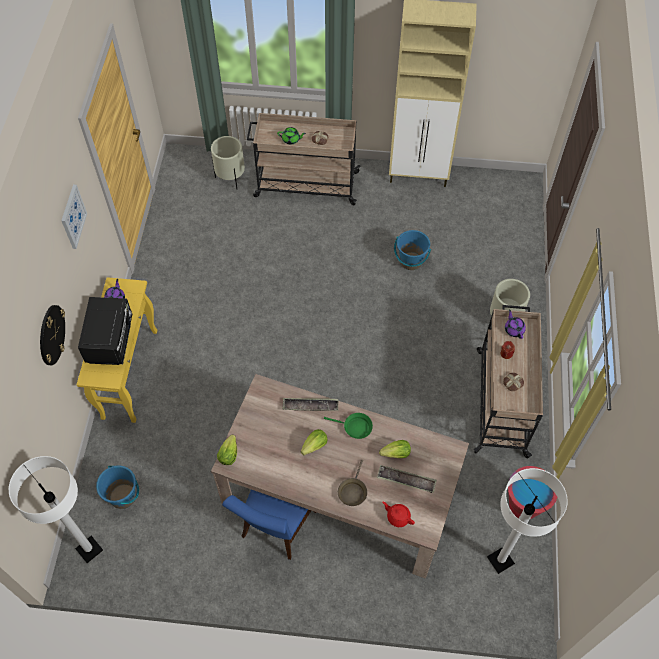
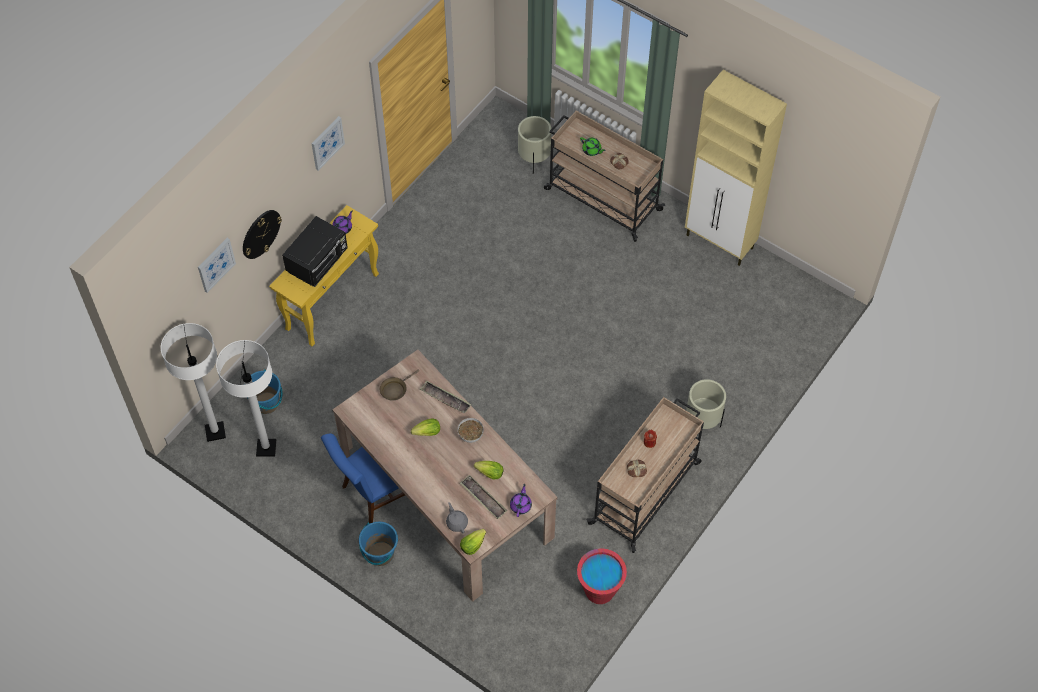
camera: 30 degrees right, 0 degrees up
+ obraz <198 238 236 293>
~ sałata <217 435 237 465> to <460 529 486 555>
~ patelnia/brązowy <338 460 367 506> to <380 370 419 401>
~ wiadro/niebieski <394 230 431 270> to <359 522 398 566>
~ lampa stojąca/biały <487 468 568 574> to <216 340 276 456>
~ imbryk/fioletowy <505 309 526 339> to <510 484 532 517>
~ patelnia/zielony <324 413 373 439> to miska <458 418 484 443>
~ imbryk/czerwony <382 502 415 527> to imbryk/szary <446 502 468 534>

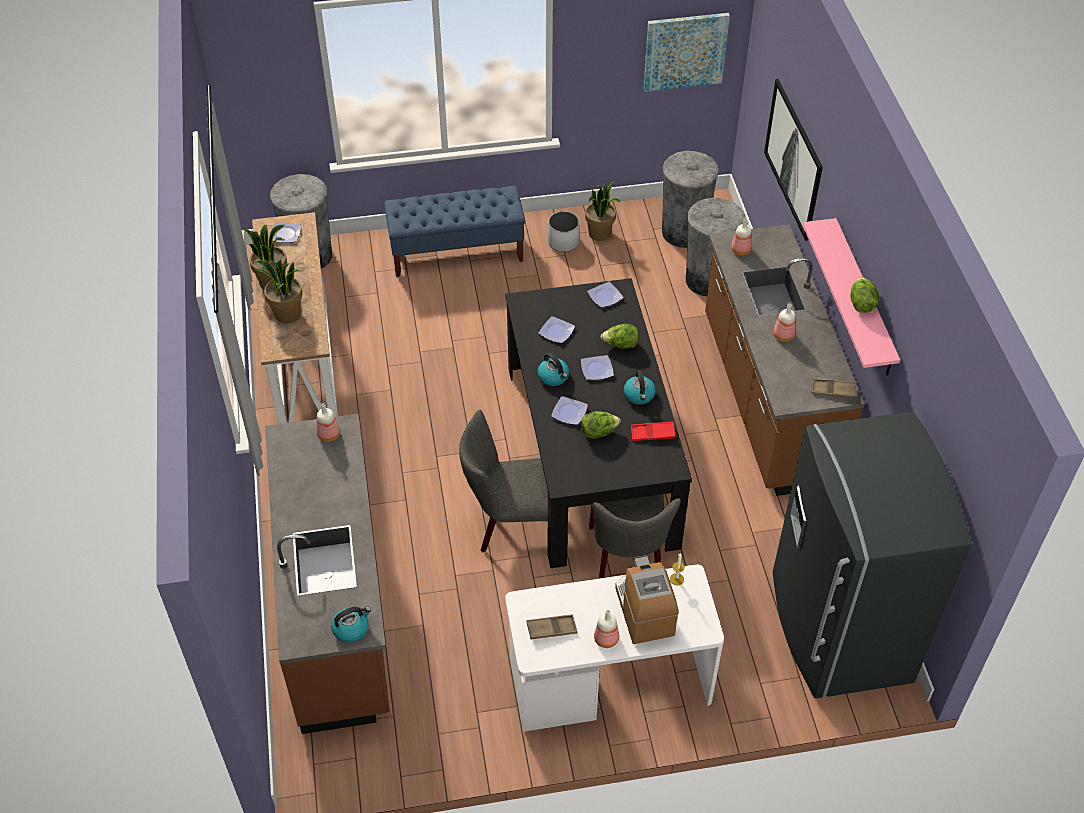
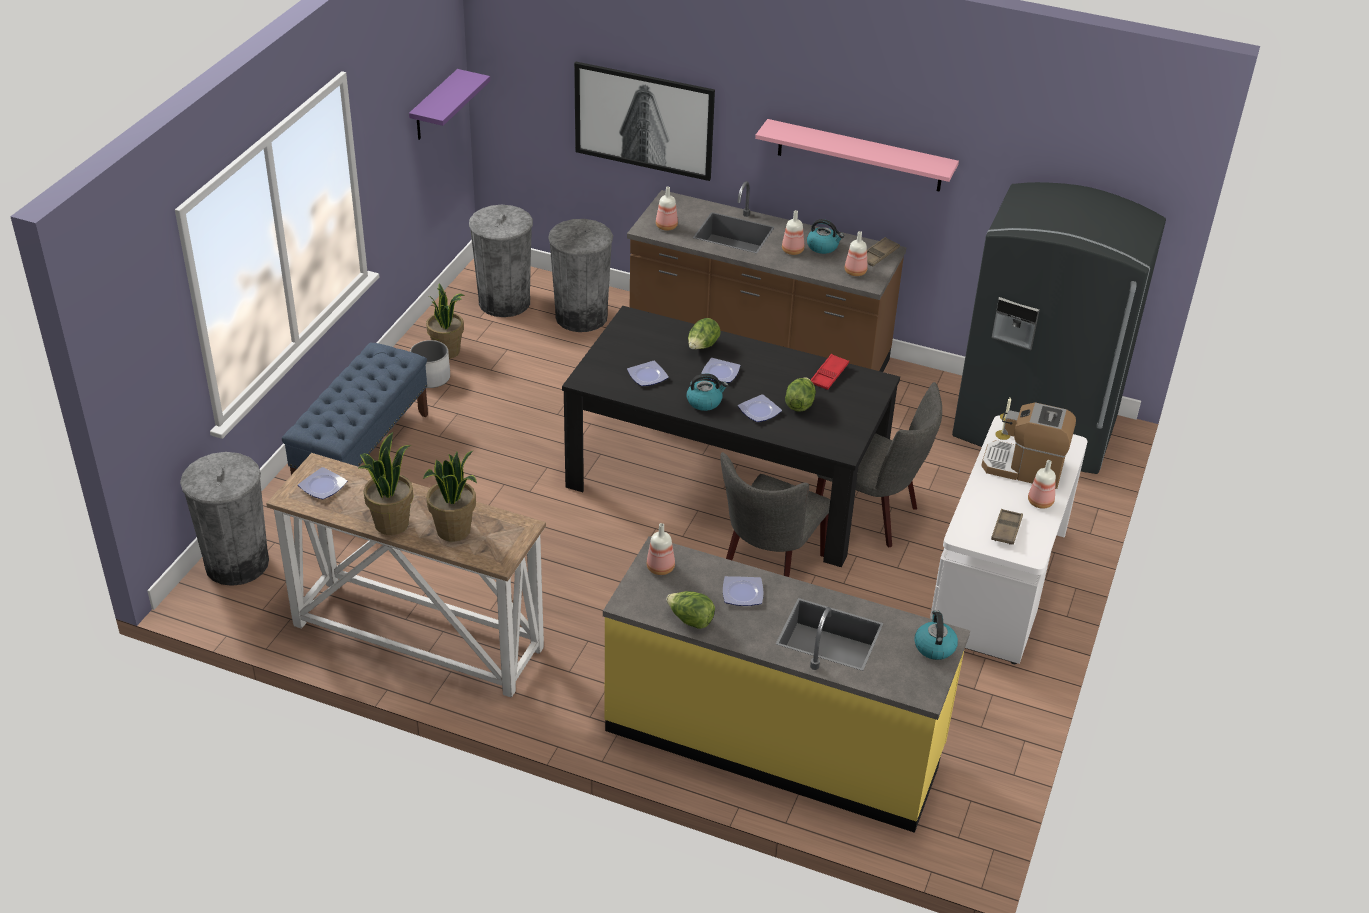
camera: 60 degrees left, 10 degrees down
+ butelka <845 231 868 276>
~ talerz <587 282 624 308> to <723 576 763 606>
~ czajnik <624 370 656 405> to <807 219 844 254>
~ sałata <850 277 879 313> to <666 591 715 629>
~ obraz <643 13 730 92> to półka/fioletowy <409 69 490 140>
~ zabudowa kuchenna/brązowy <265 414 390 734> to zabudowa kuchenna/żółty <603 536 970 833>

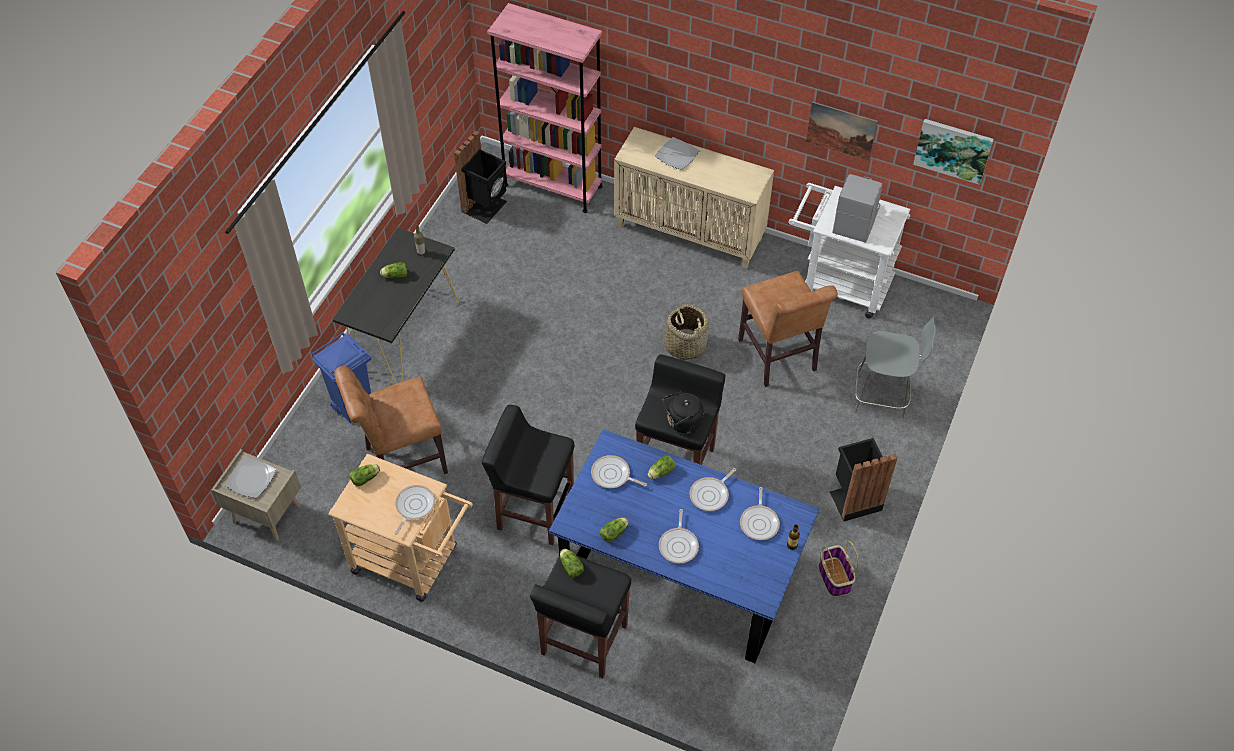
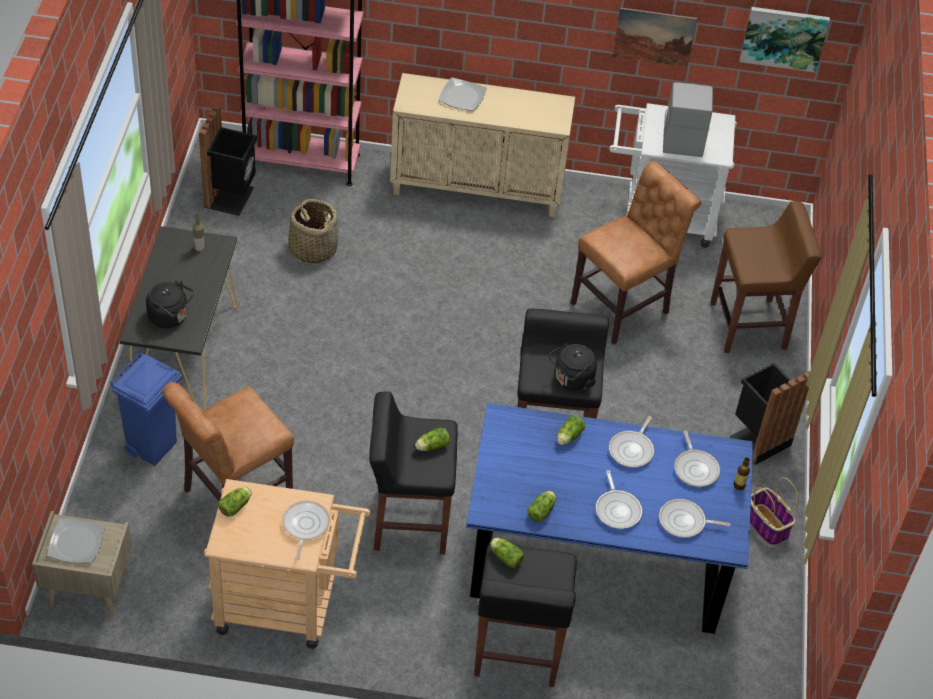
camera: 20 degrees left, 5 degrees down
+ czajnik/czarny <146 281 194 328>
~ sałata <380 262 408 278> to <415 428 450 451>
~ patelnia <591 455 647 488> to <659 499 730 538>
~ koszyk <664 304 709 360> to <288 199 339 263>
~ krzesło/szary <855 317 936 419> to stołek/brązowy <710 201 822 353>
~ krzesło/brązowy <738 271 838 387> = <571 161 701 345> 90 degrees counterclockwise

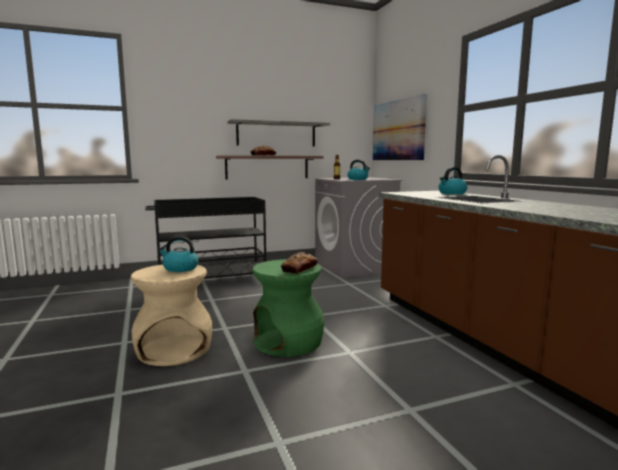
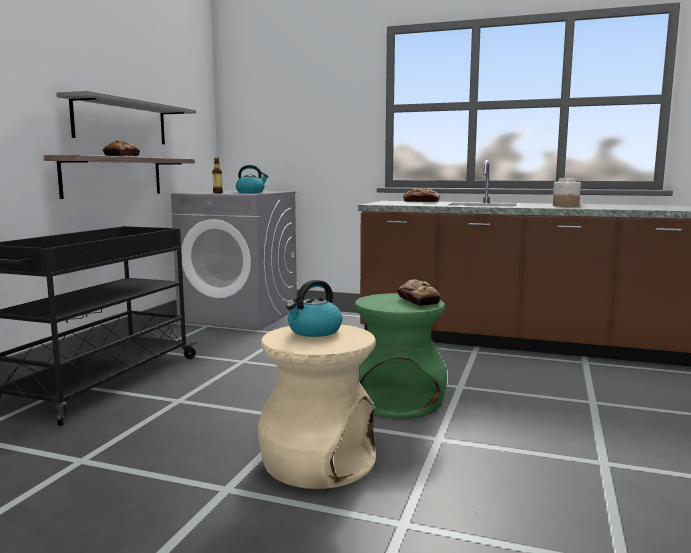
camera: 50 degrees left, 0 degrees up
- obraz <373 94 427 160>
+ słoik <553 178 581 207>
~ czajnik <438 167 467 194> to chleb <403 188 440 202>

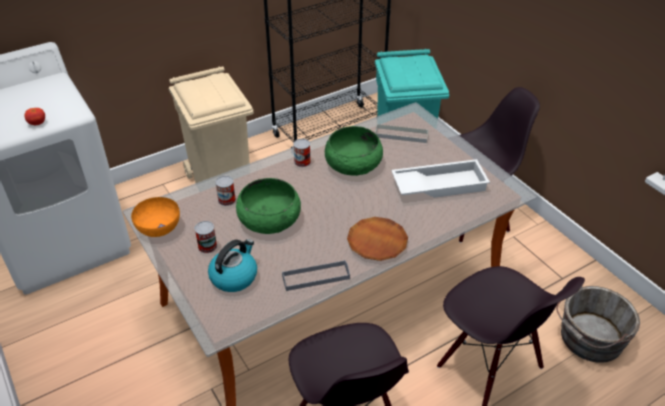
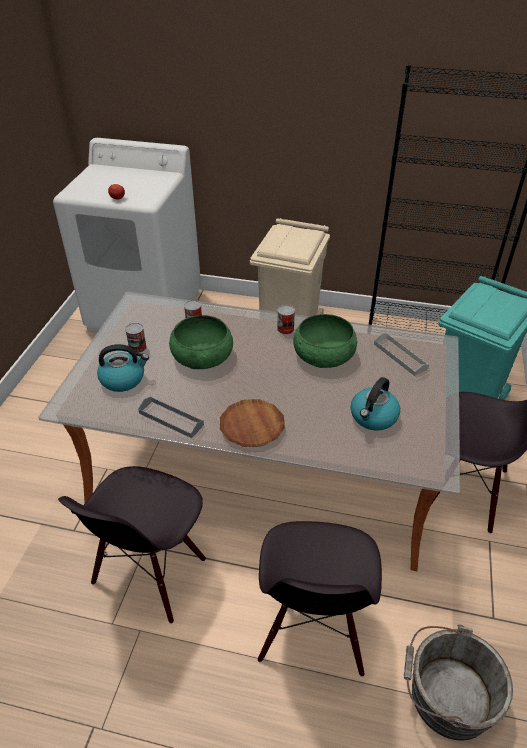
camera: 45 degrees right, 0 degrees up
- miska/pomarańczowy <131 197 180 237>
~ taca/biały <391 159 490 198> to czajnik <351 377 400 431>

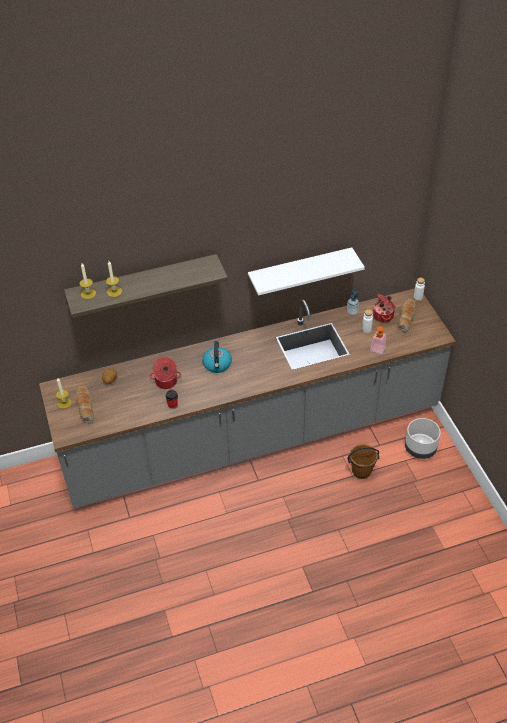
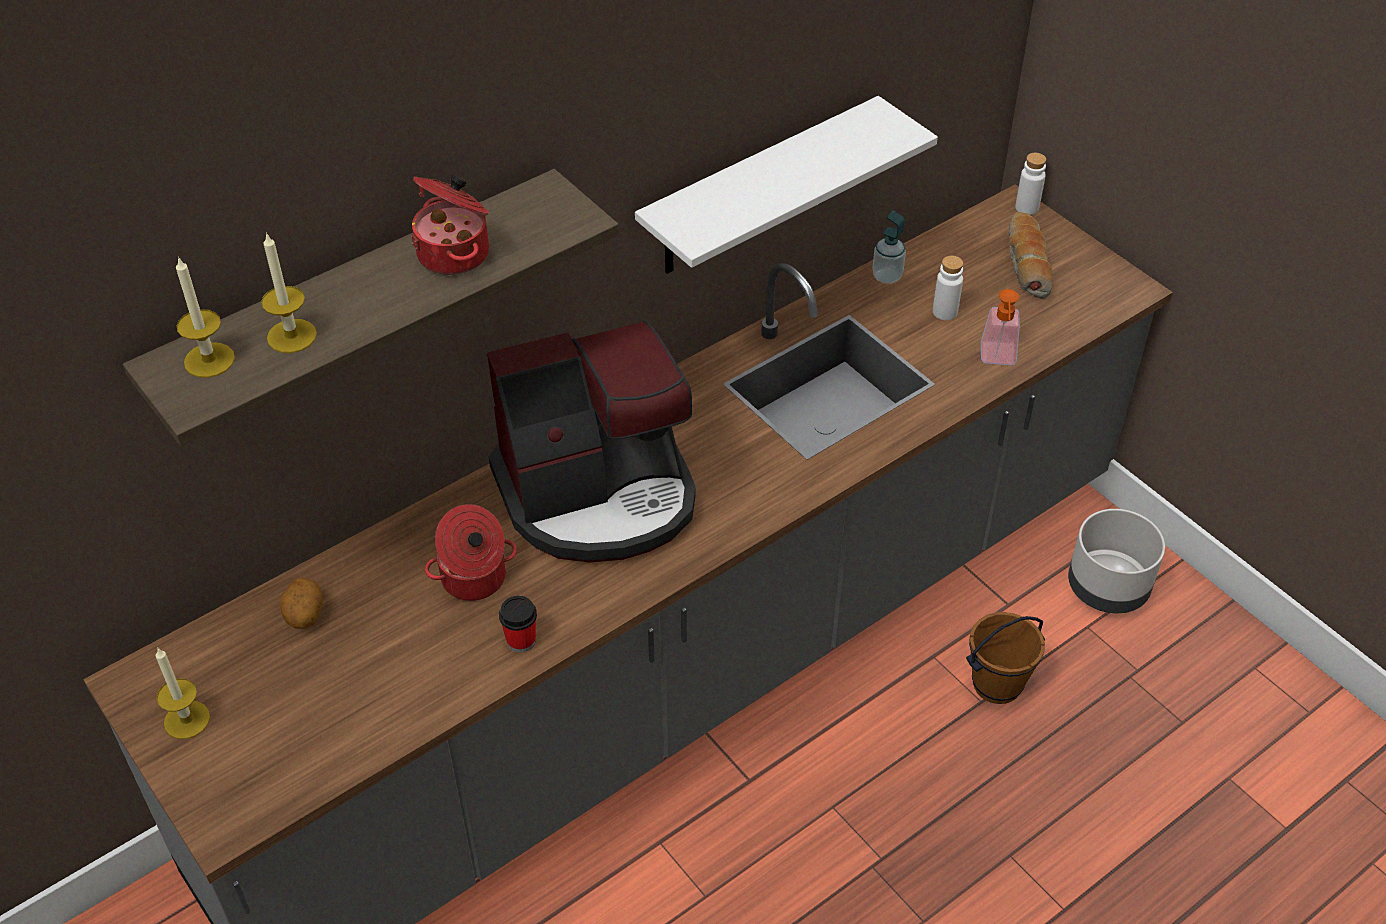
camera: 20 degrees left, 0 degrees up
- chleb <76 386 94 424>
~ garnek <373 294 396 323> to <411 175 489 275>
~ czajnik <202 341 232 373> to ekspres do kawy <487 321 696 563>

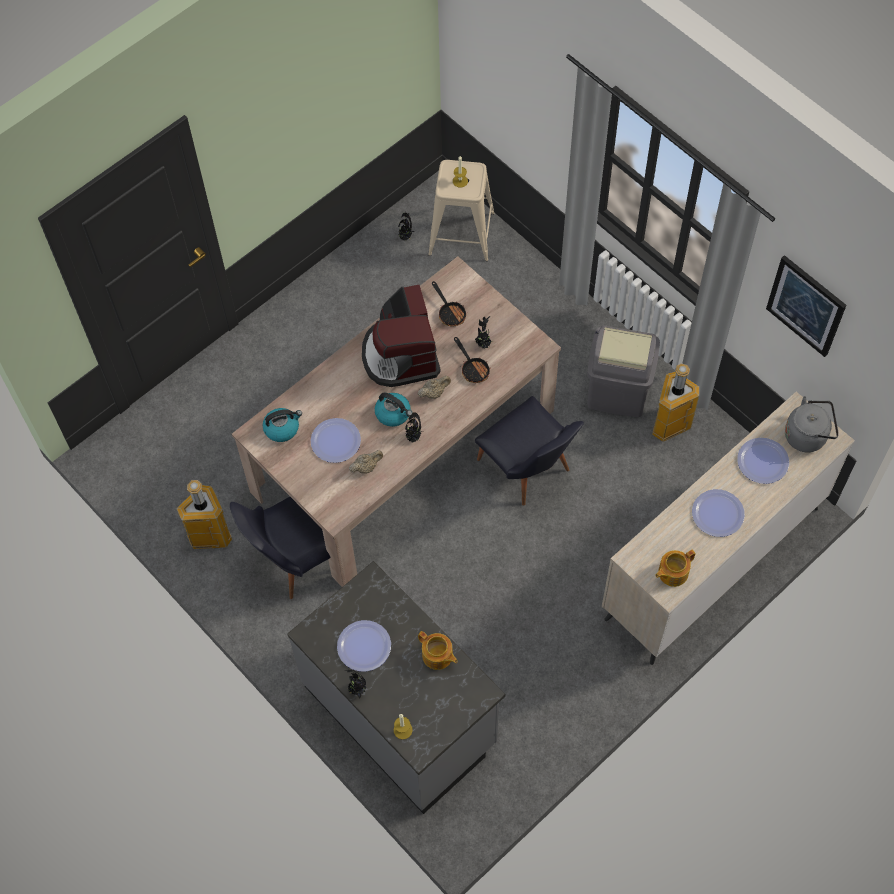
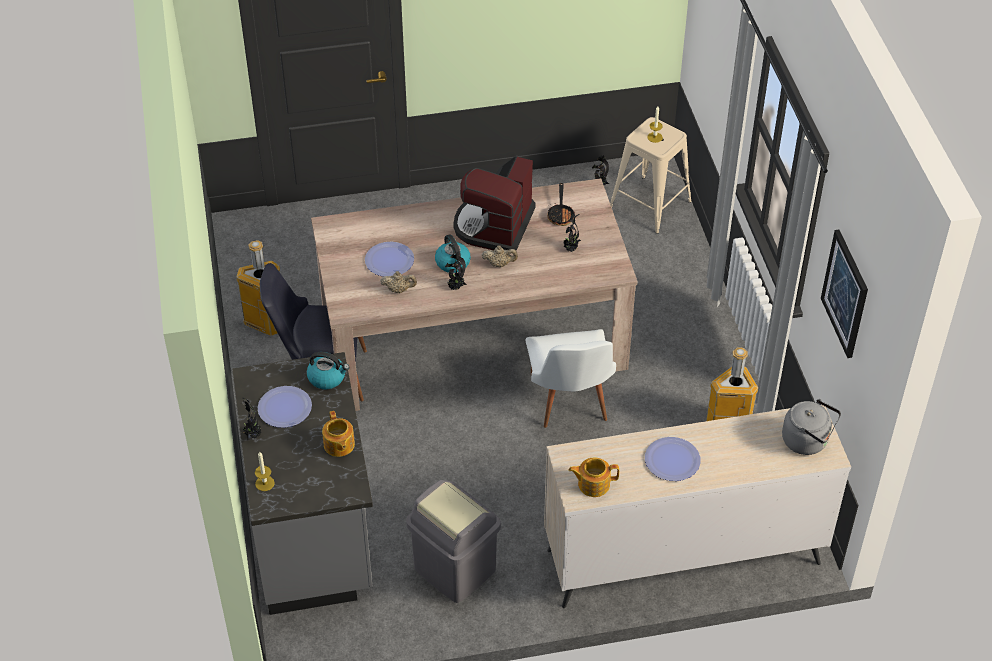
camera: 30 degrees right, 15 degrees down
- patelnia <454 337 490 383>
- talerz <737 438 789 484>
~ czajnik <263 408 302 442> to <307 352 349 389>
~ kosz na śmieci/szary <587 325 660 417> to <406 480 501 603>
~ krzesło/czarny <475 396 584 506> to krzesło/biały <526 329 616 428>

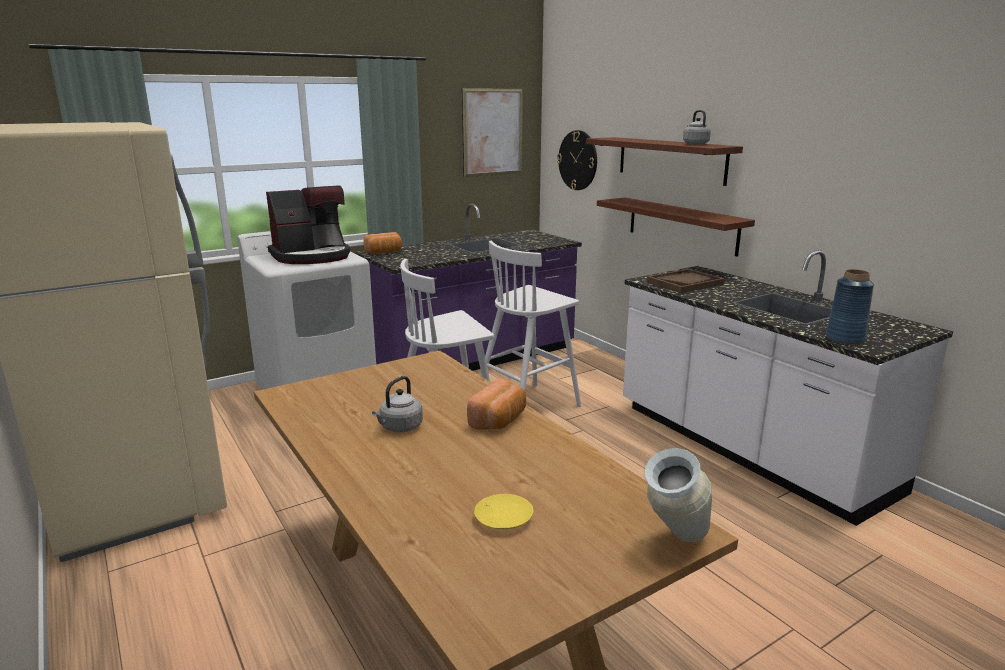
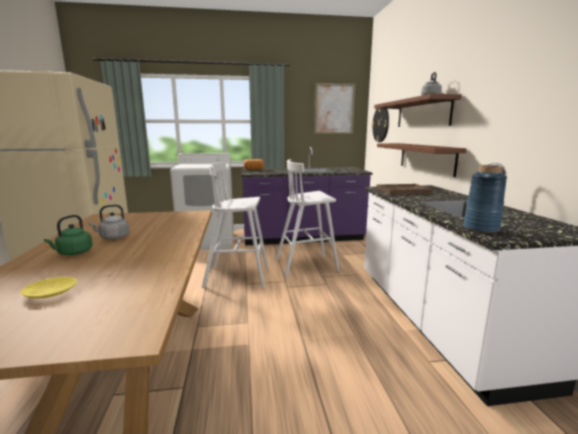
camera: 25 degrees right, 5 degrees down
- ekspres do kawy <266 186 350 264>
- chleb <467 378 526 430>
- wazon <645 448 712 542>
+ czajnik/zielony <44 215 93 255>

